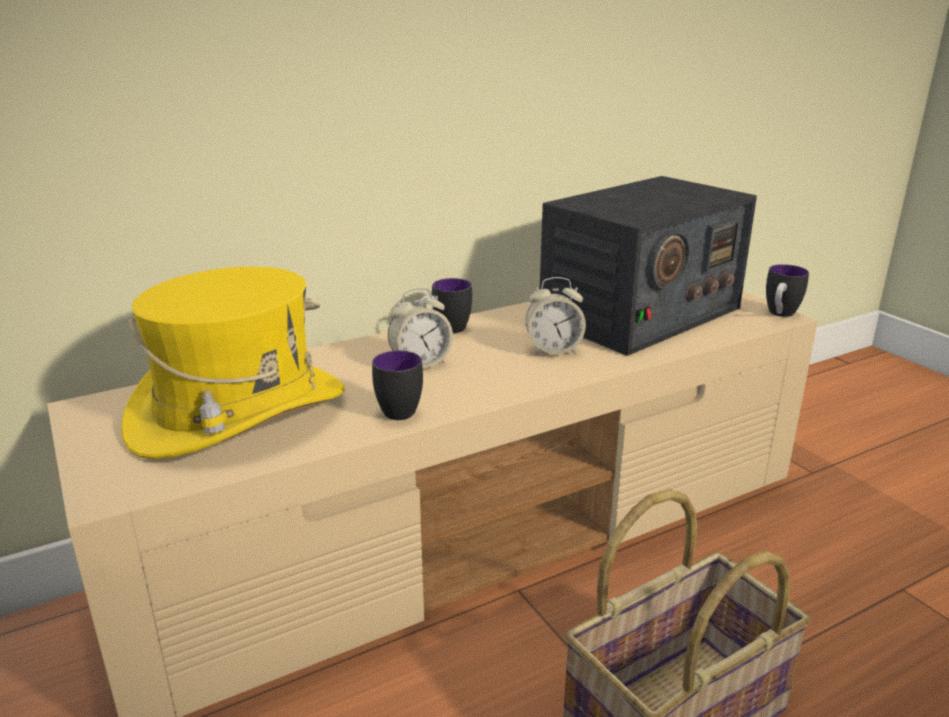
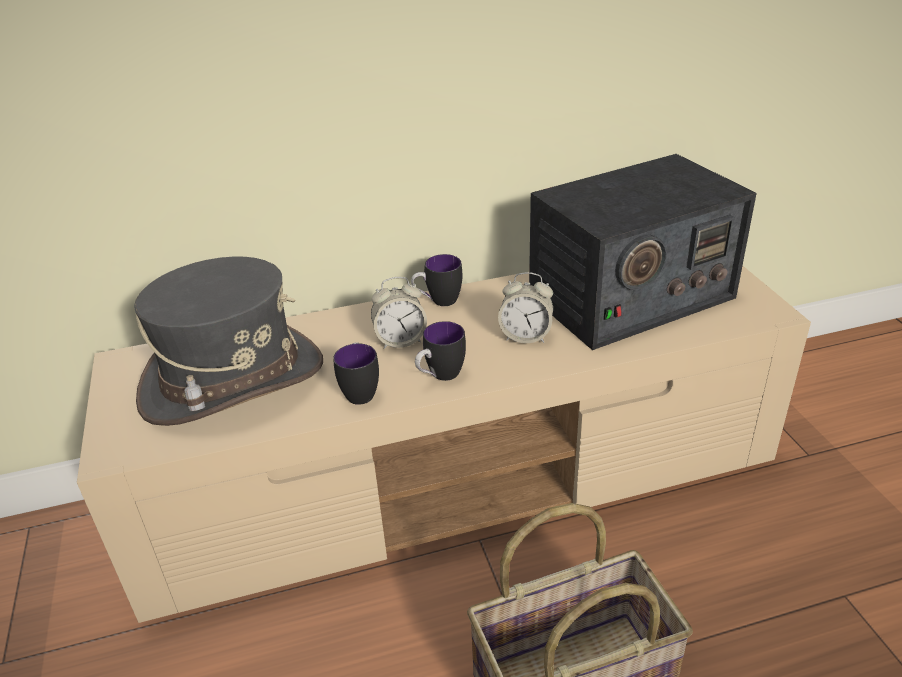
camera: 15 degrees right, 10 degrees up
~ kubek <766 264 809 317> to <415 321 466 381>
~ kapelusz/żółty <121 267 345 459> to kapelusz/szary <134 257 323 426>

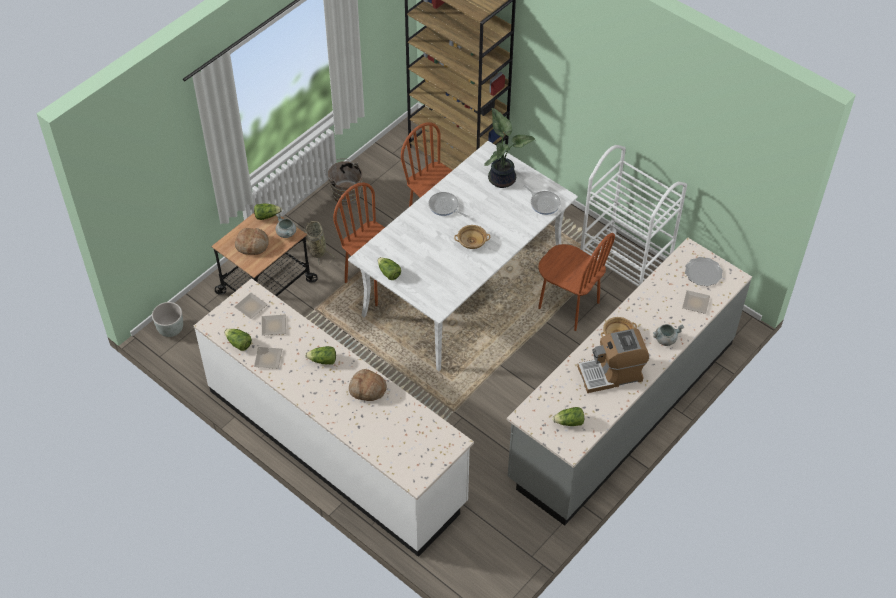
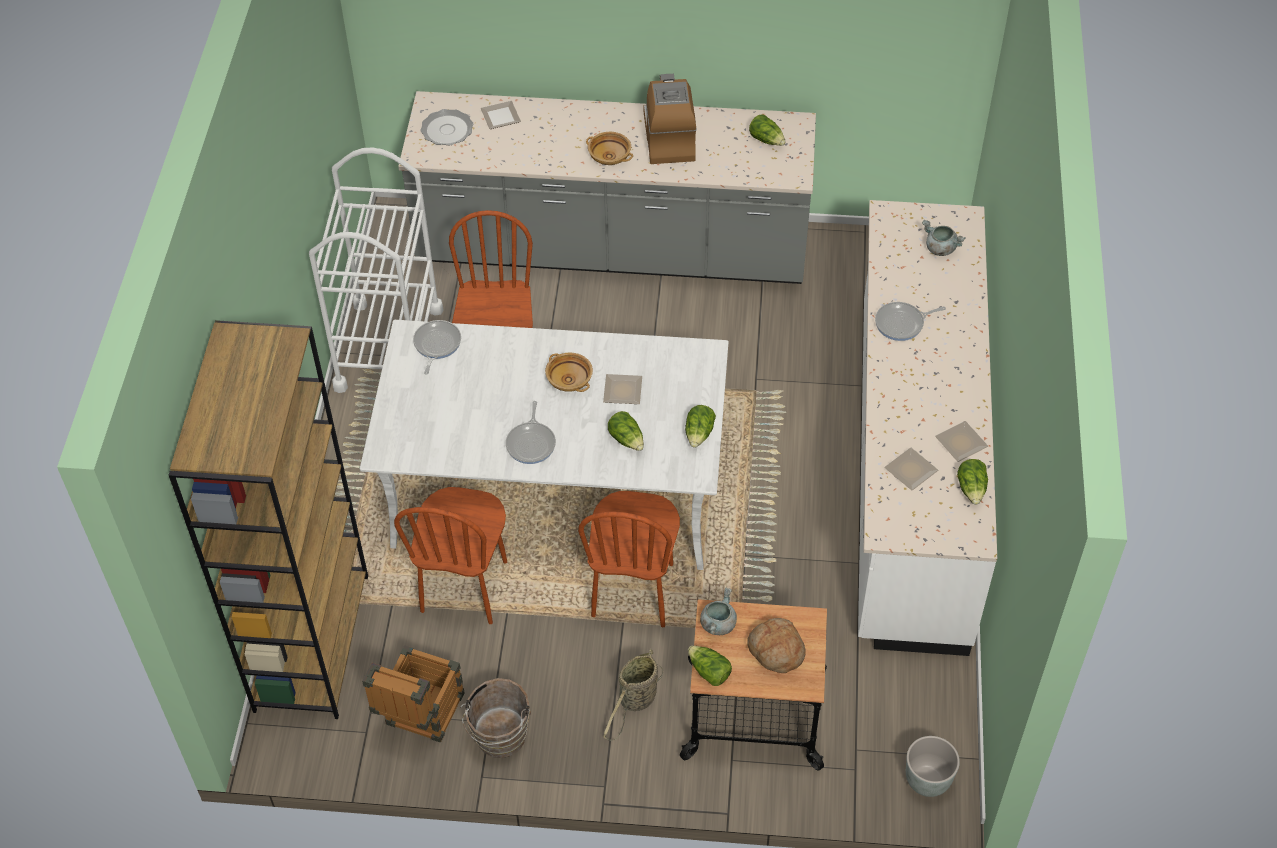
camera: 125 degrees left, 0 degrees up
- roślina doniczkowa <484 108 535 188>
+ skrzynka <362 645 465 743>
~ talerz <234 293 268 319> to <603 374 642 404>
~ sałata <305 346 336 365> to <608 411 644 451>
~ garnek/szary <653 324 684 346> to <922 220 966 256>
~ chleb <349 369 387 401> to patelnia <875 302 946 341>
~ ekspres do kawy <577 329 649 393> = <643 74 697 164> 135 degrees counterclockwise

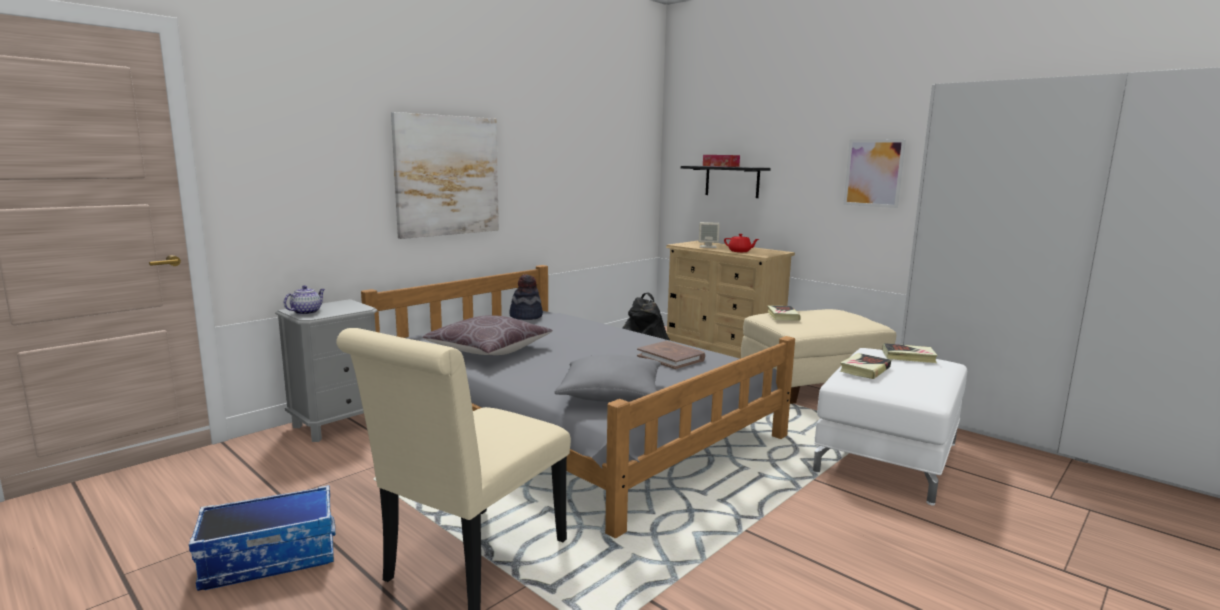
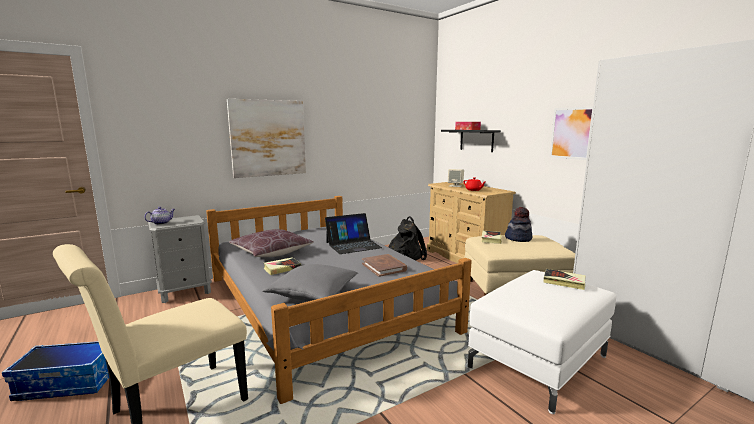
camera: 15 degrees right, 0 degrees up
+ laptop <325 213 382 254>
~ kapelusz <509 274 543 320> to <505 207 532 242>
~ książka <840 353 891 379> to <264 257 301 275>

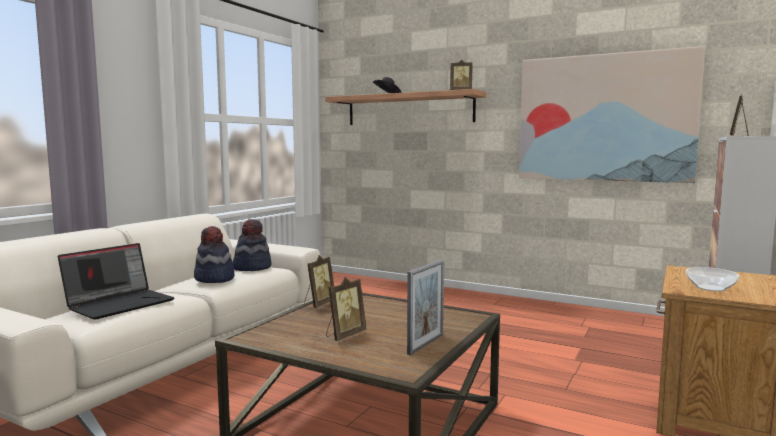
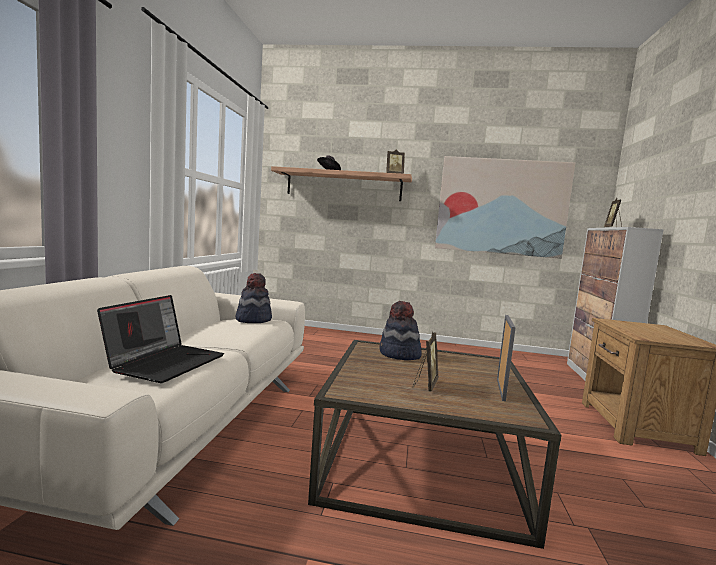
camera: 20 degrees left, 0 degrees up
- ramka na zdjęcie <304 255 334 308>
- miska <686 267 739 292>
~ kapelusz <194 226 235 283> to <379 301 422 360>

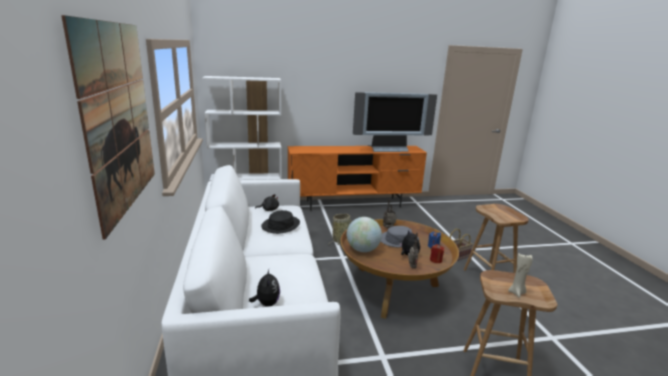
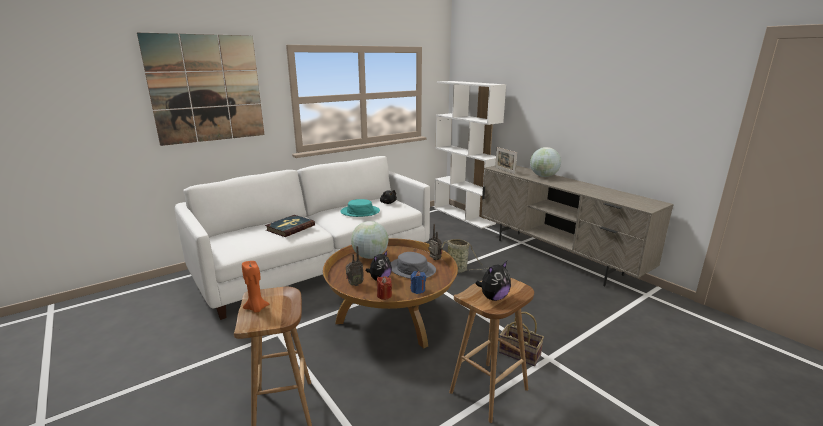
camera: 65 degrees right, 0 degrees up
- telewizor <353 92 437 152>
+ książka <265 215 315 237>
+ ramka na zdjęcie <495 147 517 174>
+ globus <530 147 561 177>
~ pluszak <249 269 280 306> to <475 261 511 301>
~ kapelusz/czarny <261 210 300 234> to kapelusz/turkusowy <340 199 380 217>
~ szafka pod telewizor/pomarańczowy <288 146 427 211> to szafka pod telewizor/beżowy <481 165 674 286>
~ świeca/beżowy <508 253 533 298> to świeca/pomarańczowy <242 261 269 312>

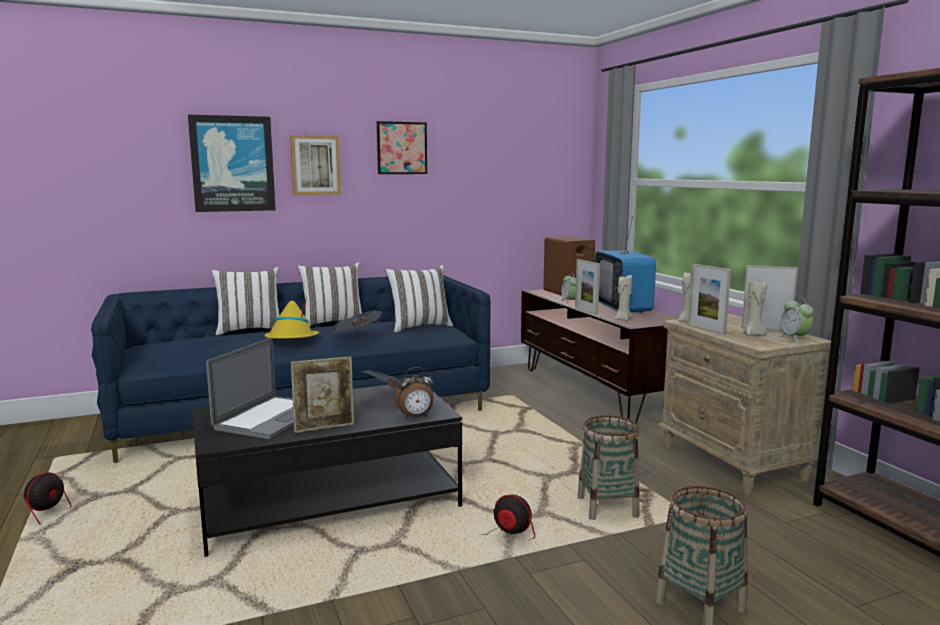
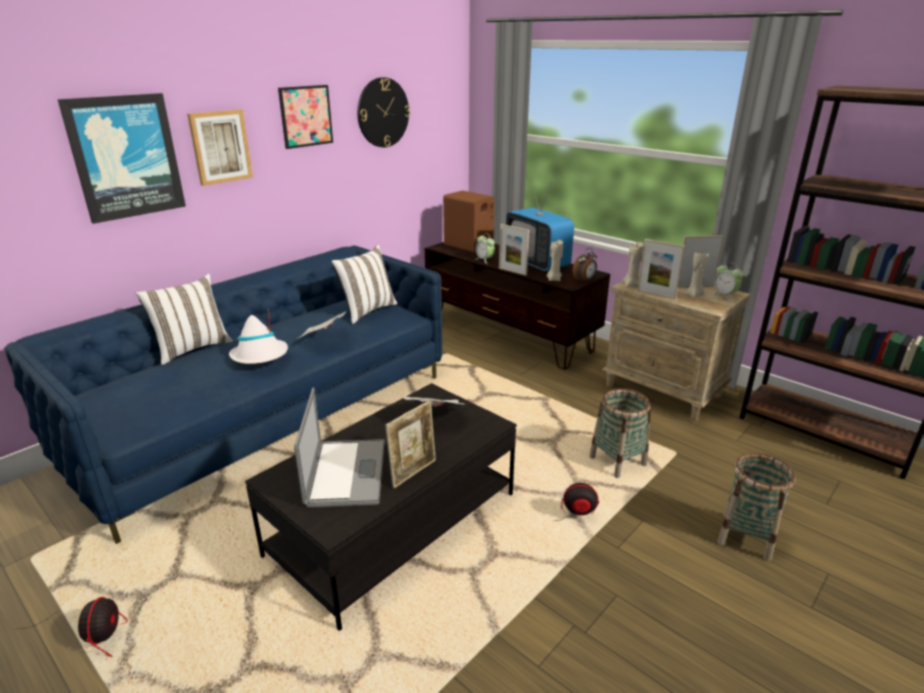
camera: 25 degrees left, 15 degrees up
- poduszka/biały <298 262 362 327>
+ zegar ścienny <357 77 410 147>
~ budzik <394 367 434 419> to <573 248 597 282>
~ kapelusz/żółty <264 297 319 339> to kapelusz/biały <229 308 288 364>

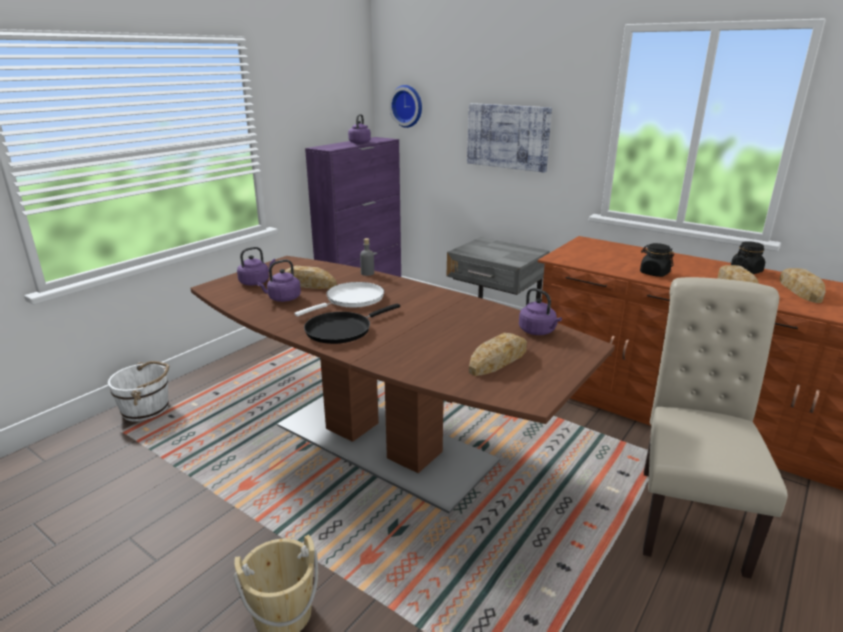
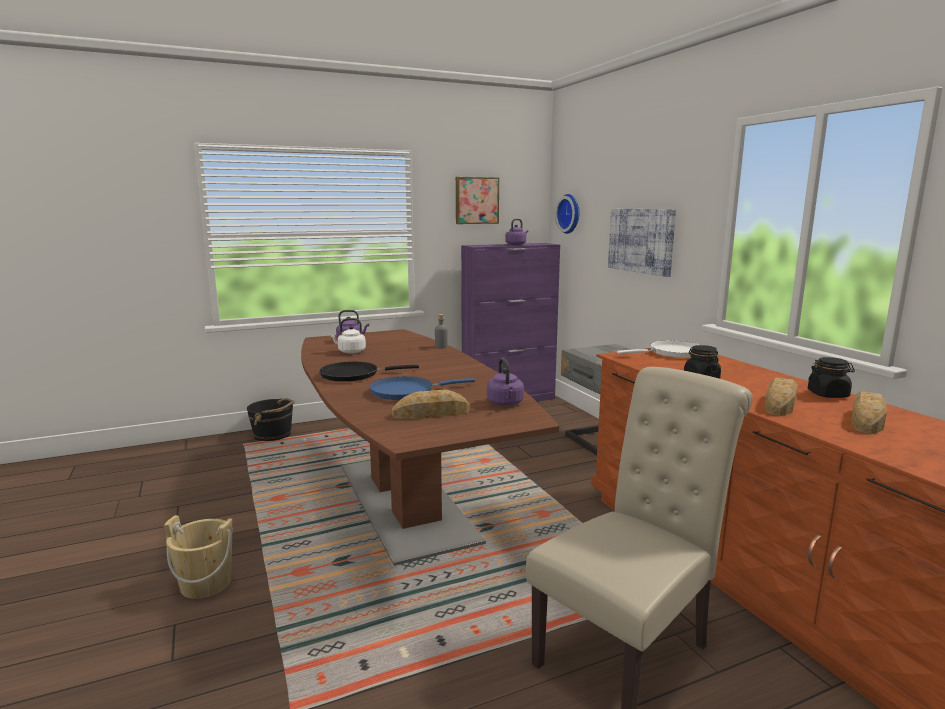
camera: 30 degrees right, 10 degrees down
- chleb <285 265 337 289>
+ patelnia/niebieski <369 376 475 400>
+ obraz <456 177 499 224>
~ patelnia/biały <294 282 384 316> to <617 341 700 358>
~ wiadro/biały <108 361 169 422> to wiadro/czarny <247 398 295 441>
~ czajnik/fioletowy <257 259 301 302> to czajnik/biały <330 318 366 354>

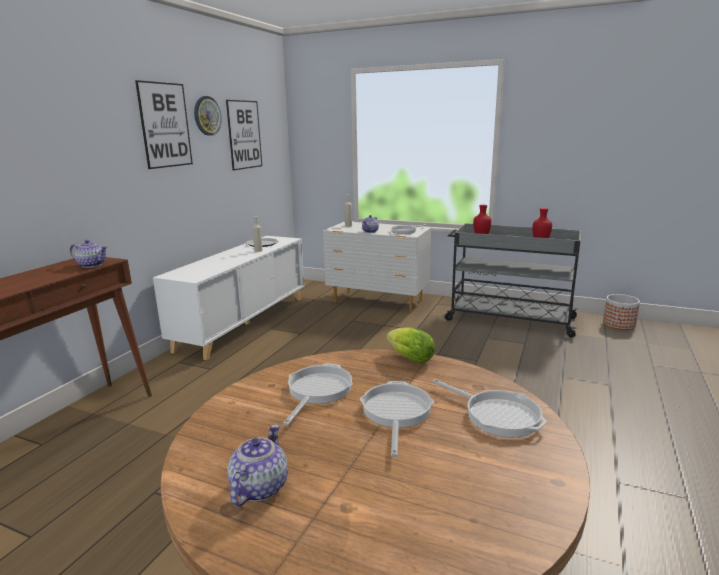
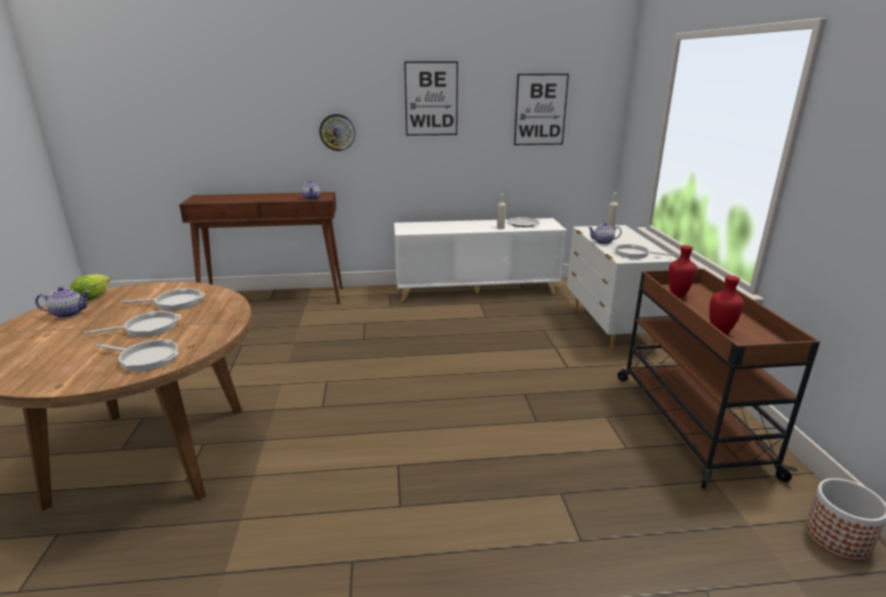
camera: 60 degrees right, 5 degrees up
~ zegar ścienny <194 96 222 136> to <319 114 356 151>
~ sałata <386 328 435 363> to <70 274 110 301>
~ wózek/szary <445 223 581 338> to wózek/brązowy <617 269 820 489>
~ patelnia <433 379 547 438> = <96 339 178 371> 90 degrees counterclockwise

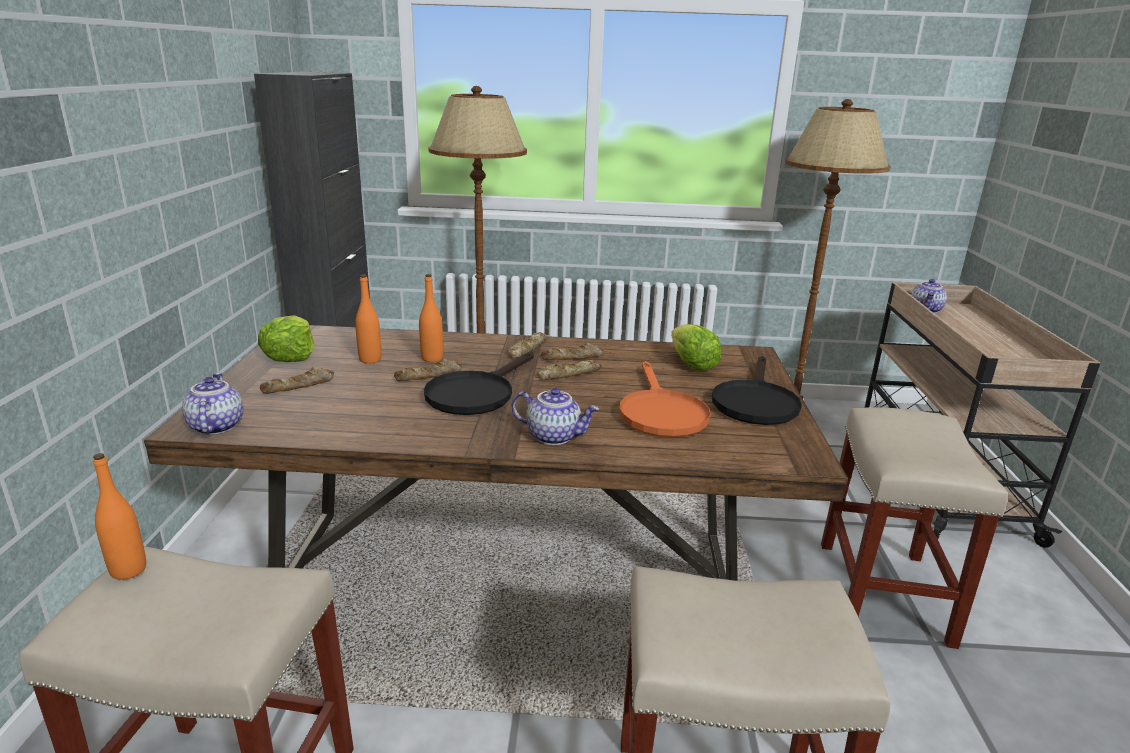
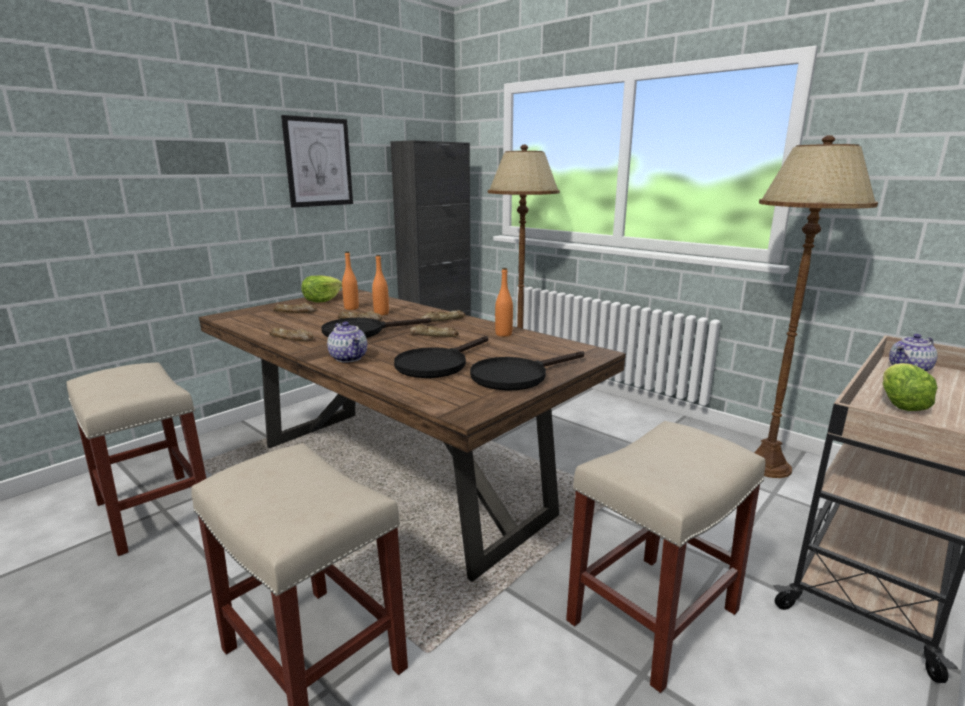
camera: 40 degrees right, 5 degrees down
- imbryk <182 373 243 435>
+ obraz <281 115 353 208>
~ butelka/pomarańczowy <93 453 146 580> to <495 268 513 337>
~ chleb <541 342 604 360> to <269 328 314 342>
~ sałata <671 324 721 371> to <882 363 938 411>
~ patelnia/pomarańczowy <619 361 711 438> to patelnia/czarny <394 336 488 378>

